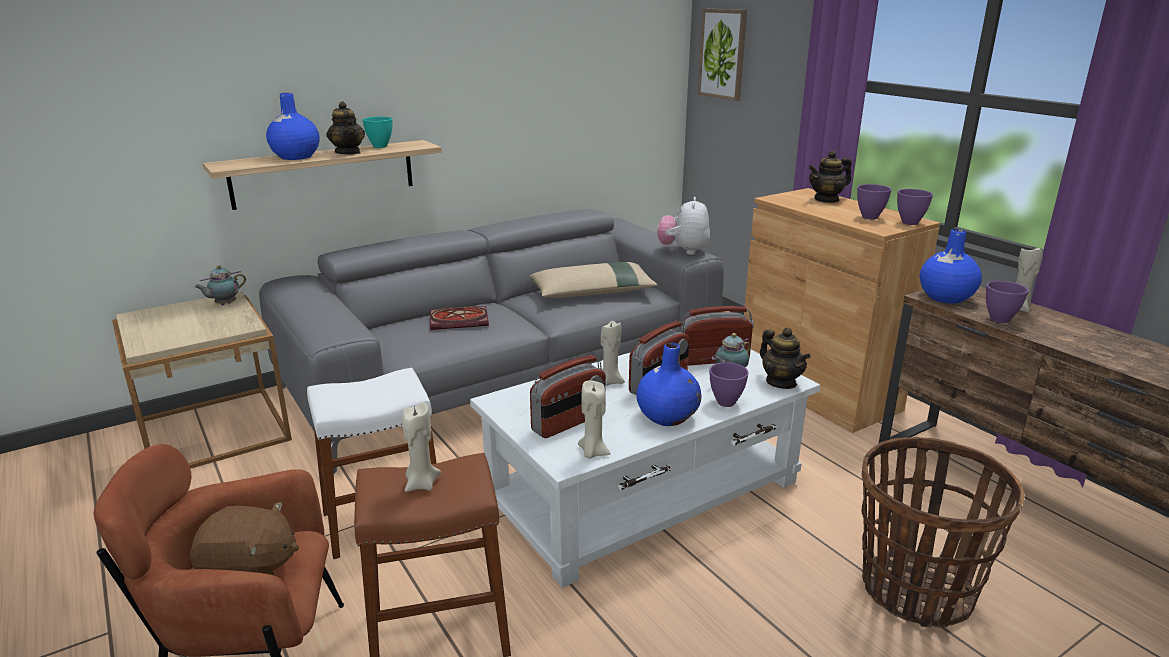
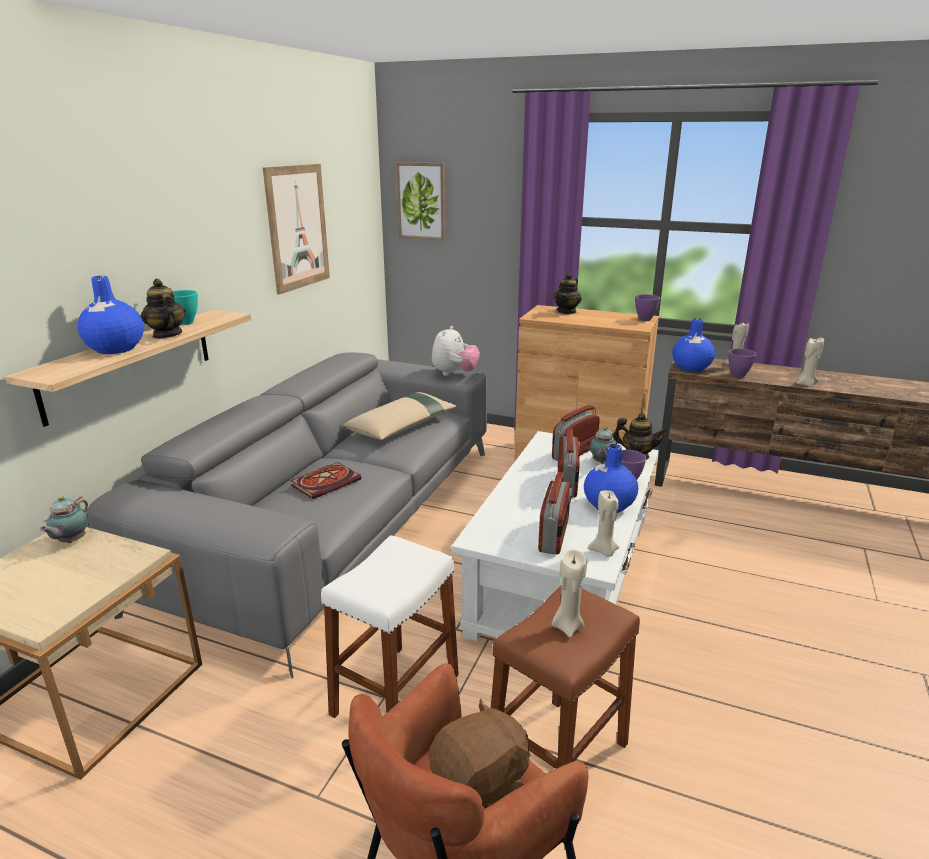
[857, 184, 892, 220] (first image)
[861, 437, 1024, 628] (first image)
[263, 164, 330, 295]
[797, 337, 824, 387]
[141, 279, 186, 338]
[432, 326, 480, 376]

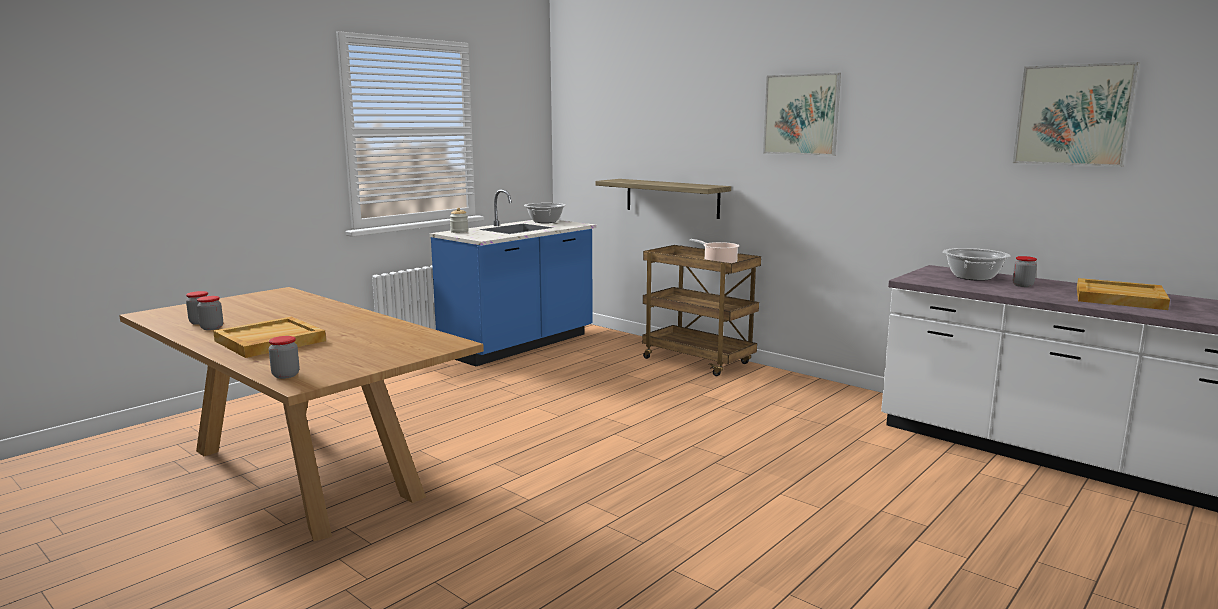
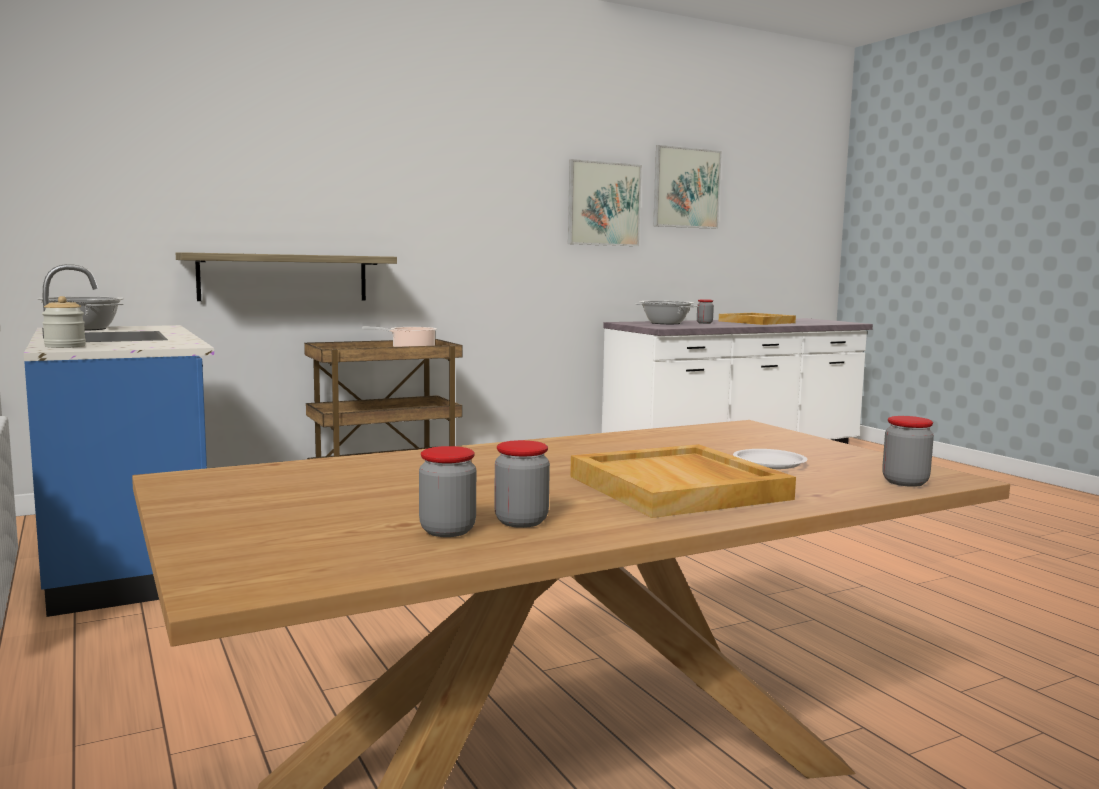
[733, 449, 807, 469]
[568, 159, 642, 246]

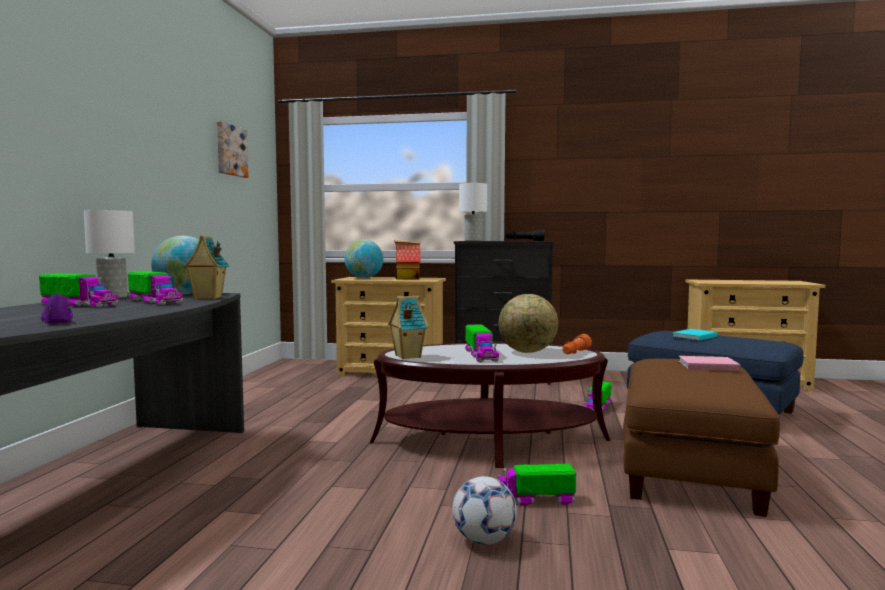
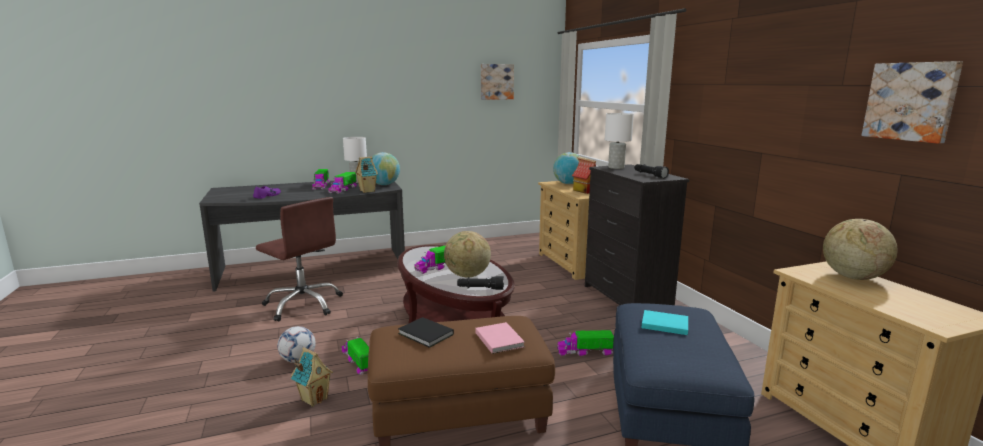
[256, 197, 343, 321]
[398, 317, 454, 348]
[823, 219, 897, 280]
[862, 61, 963, 144]
[291, 347, 333, 407]
[457, 276, 504, 290]

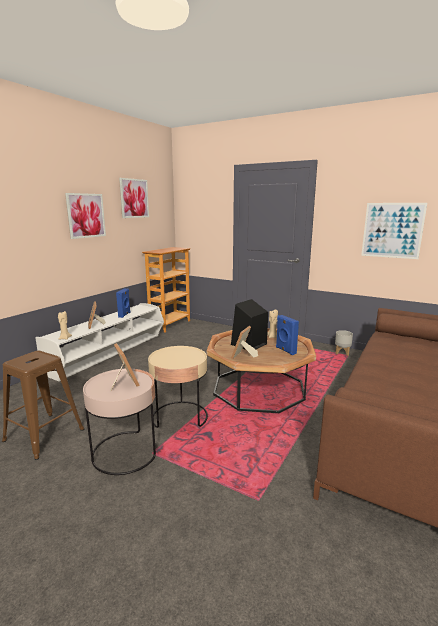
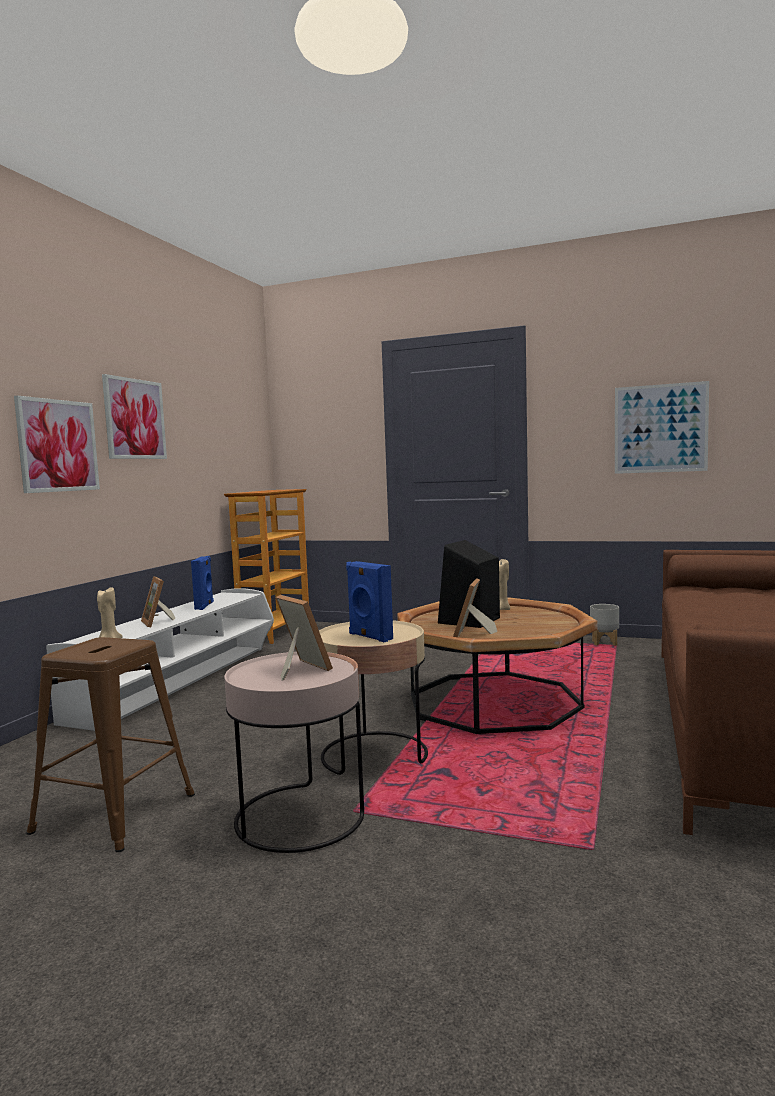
[14, 395, 100, 493]
[346, 561, 393, 642]

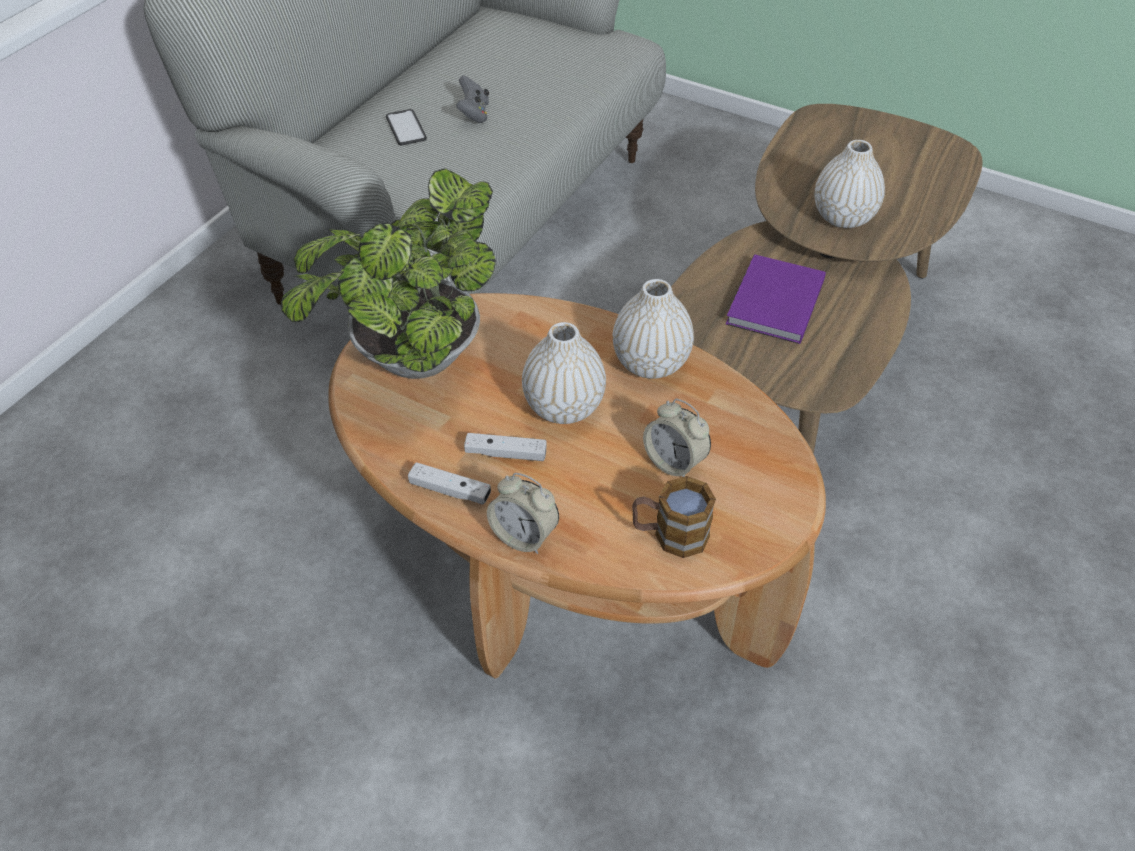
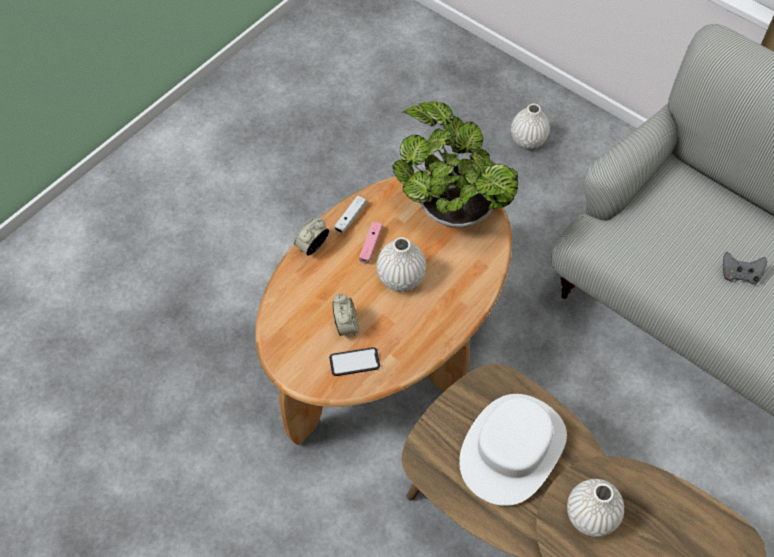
[632, 476, 716, 558] (first image)
[329, 347, 380, 376]
[511, 104, 550, 149]
[459, 394, 567, 506]
[359, 222, 382, 264]
[333, 294, 359, 336]

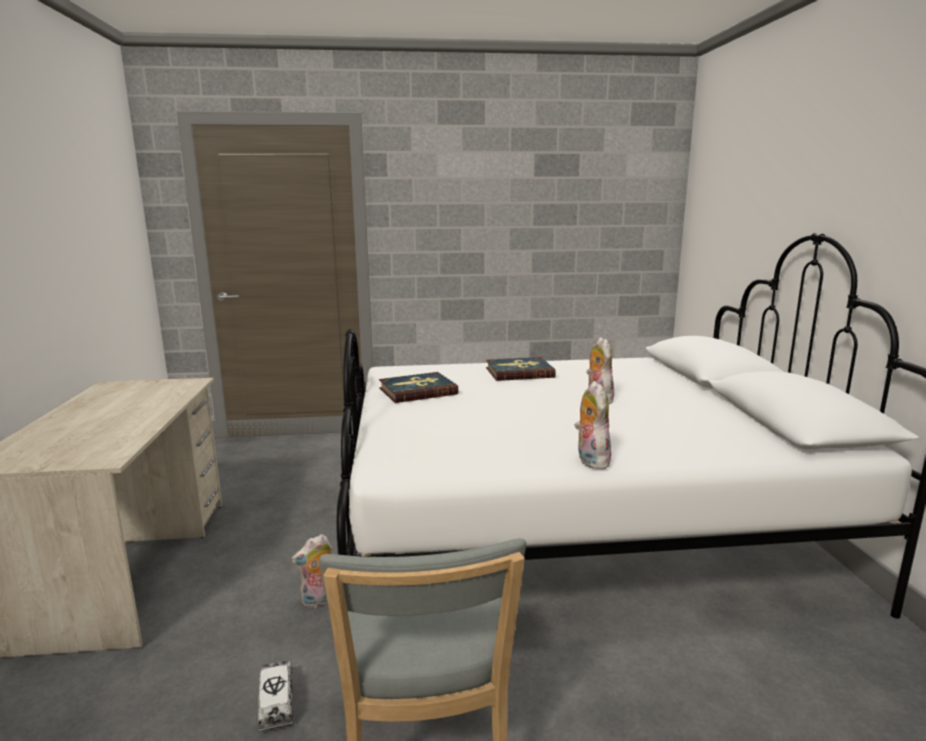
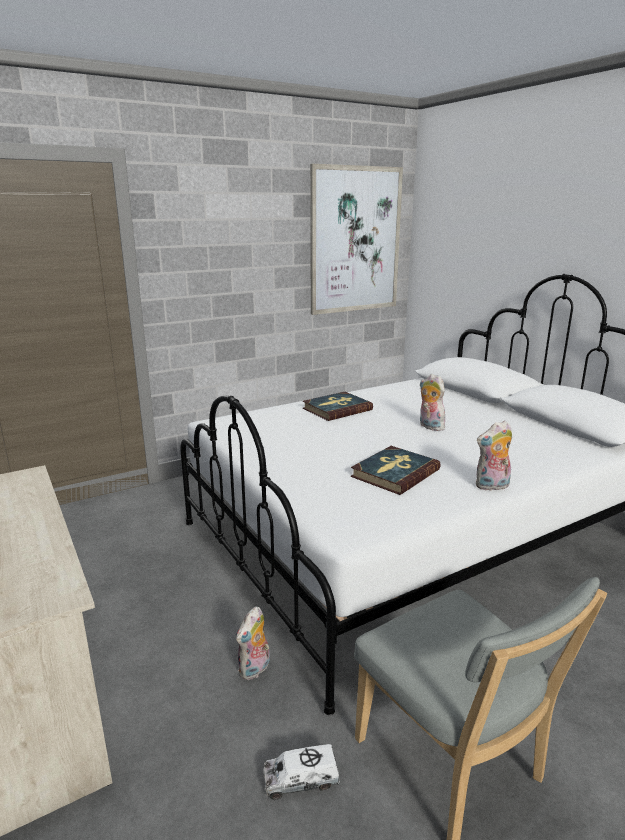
[310, 164, 403, 315]
[351, 446, 441, 495]
[263, 744, 340, 800]
[476, 420, 512, 491]

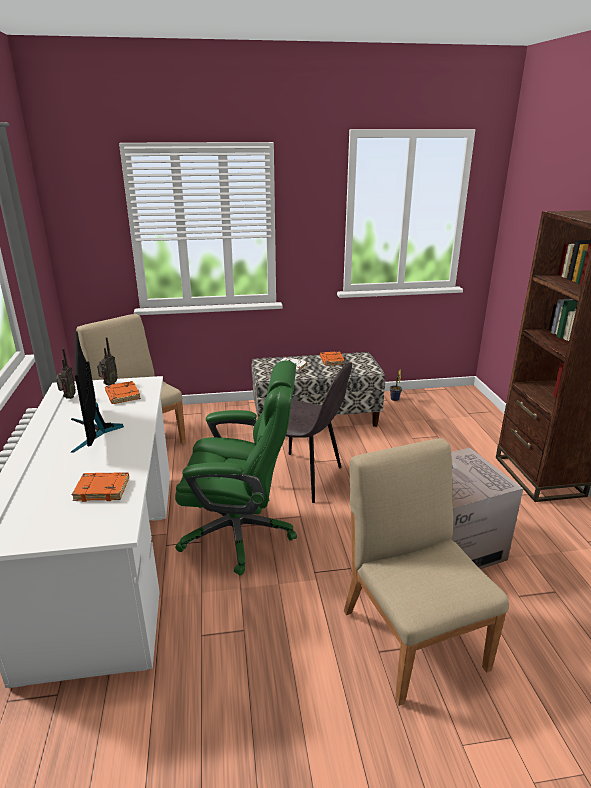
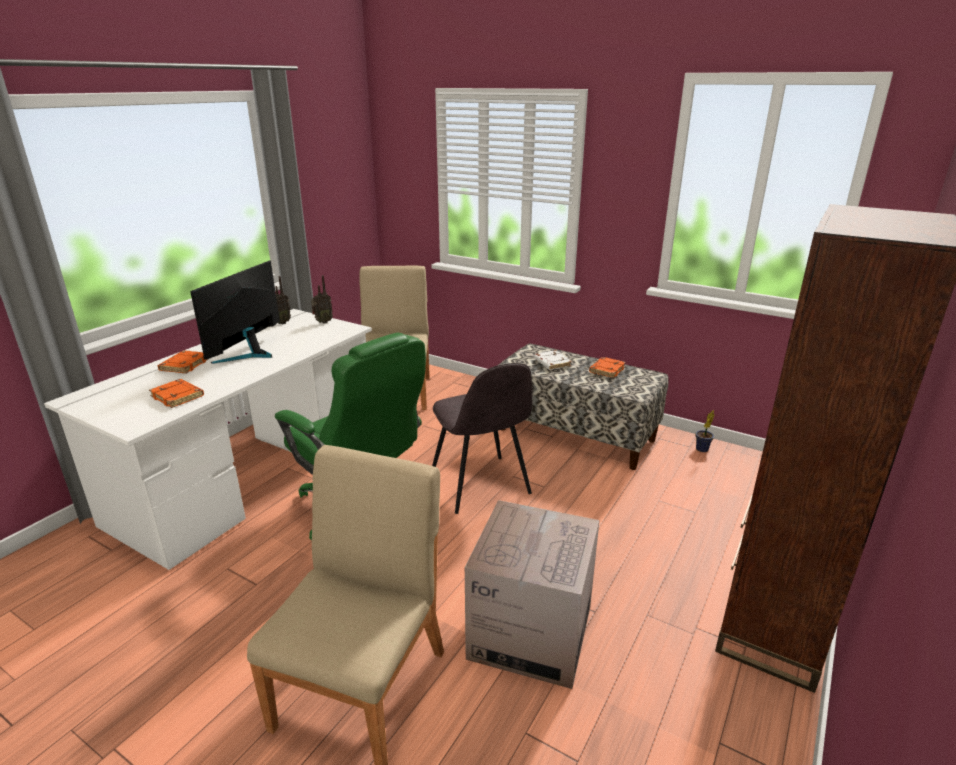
[158, 351, 208, 374]

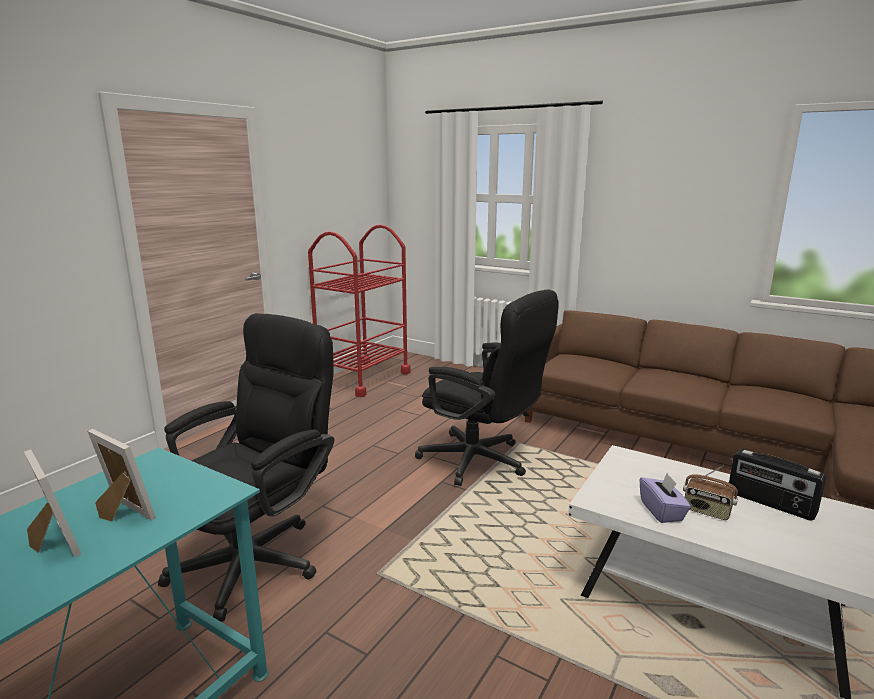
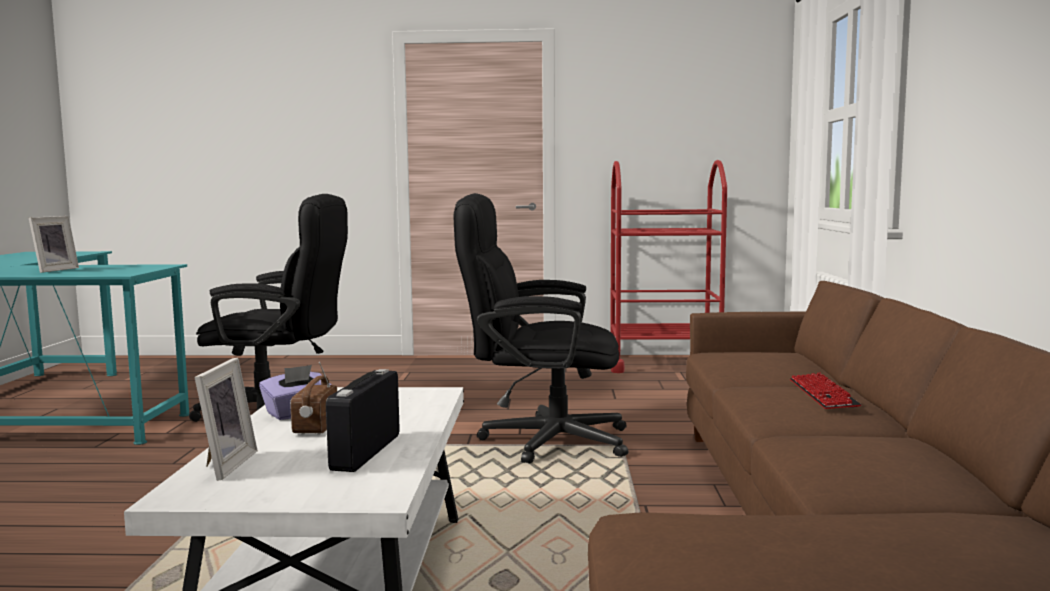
[790, 372, 862, 409]
[194, 358, 258, 481]
[454, 193, 628, 463]

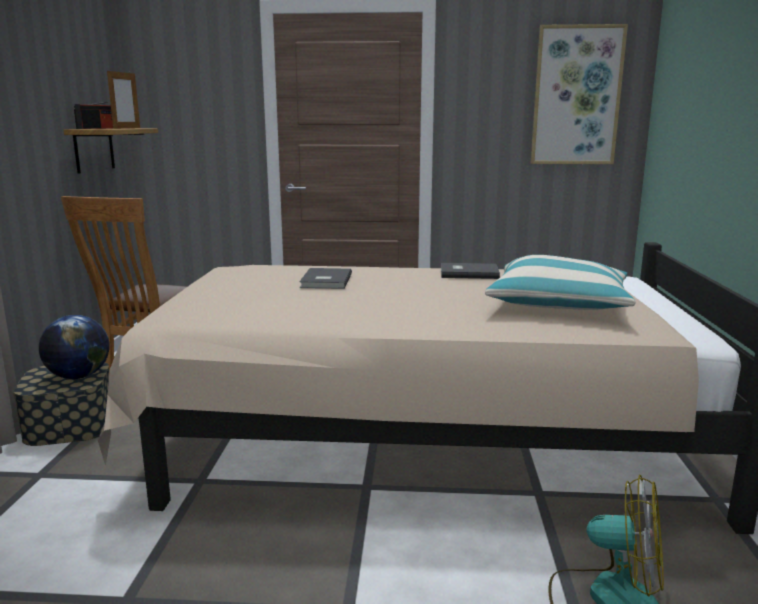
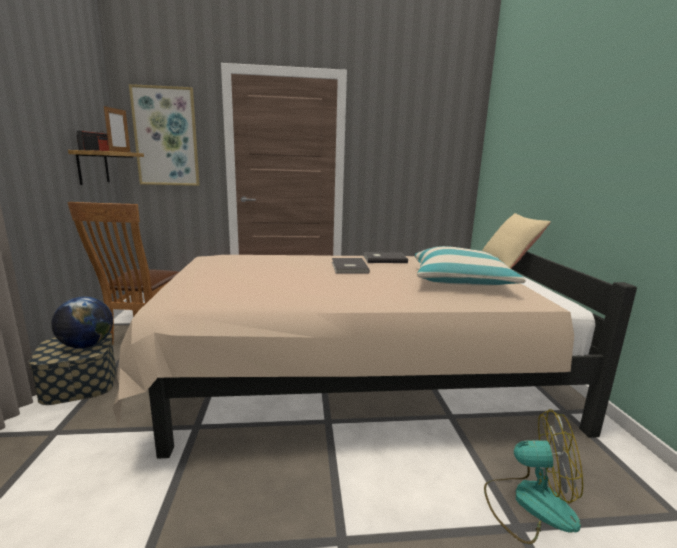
[482, 213, 551, 269]
[332, 258, 370, 274]
[129, 84, 200, 186]

